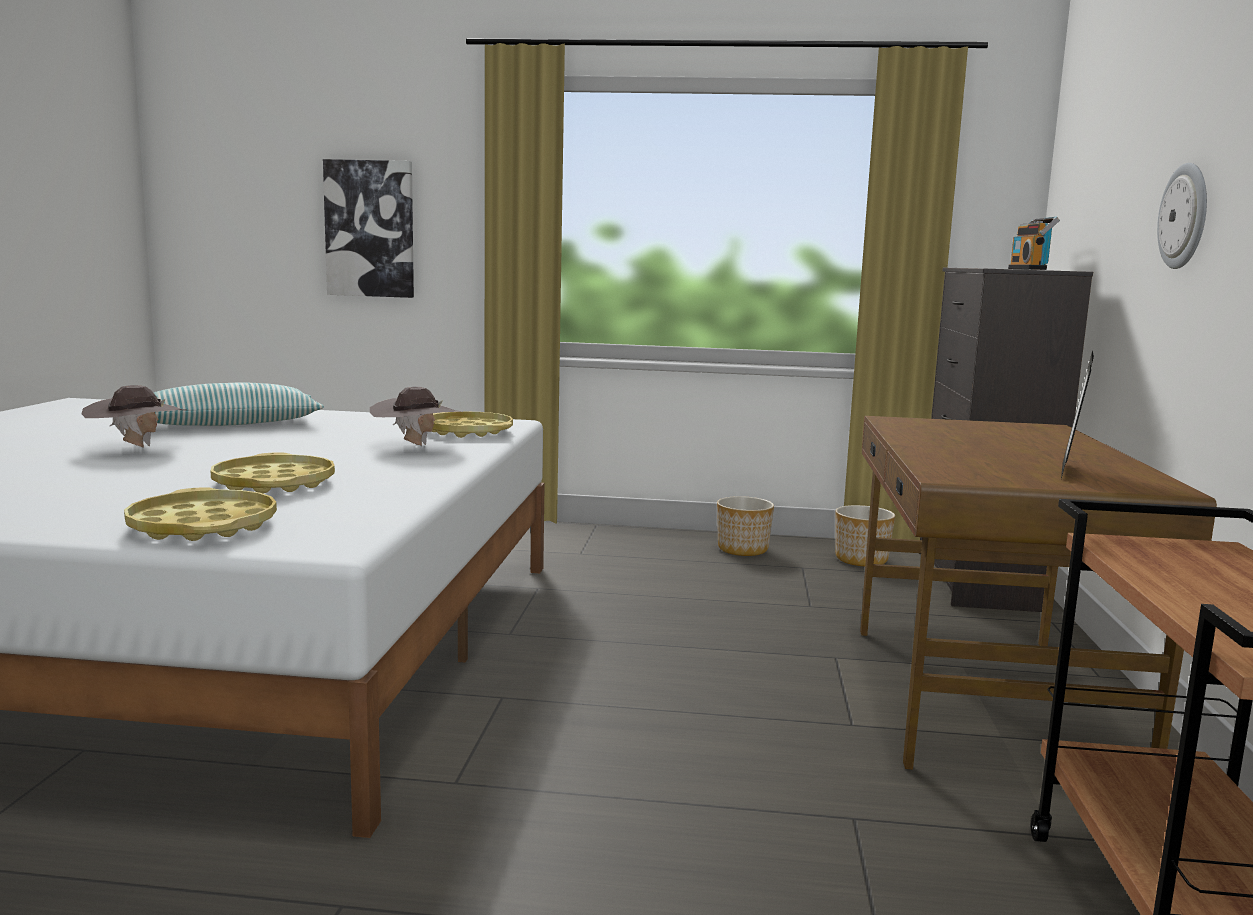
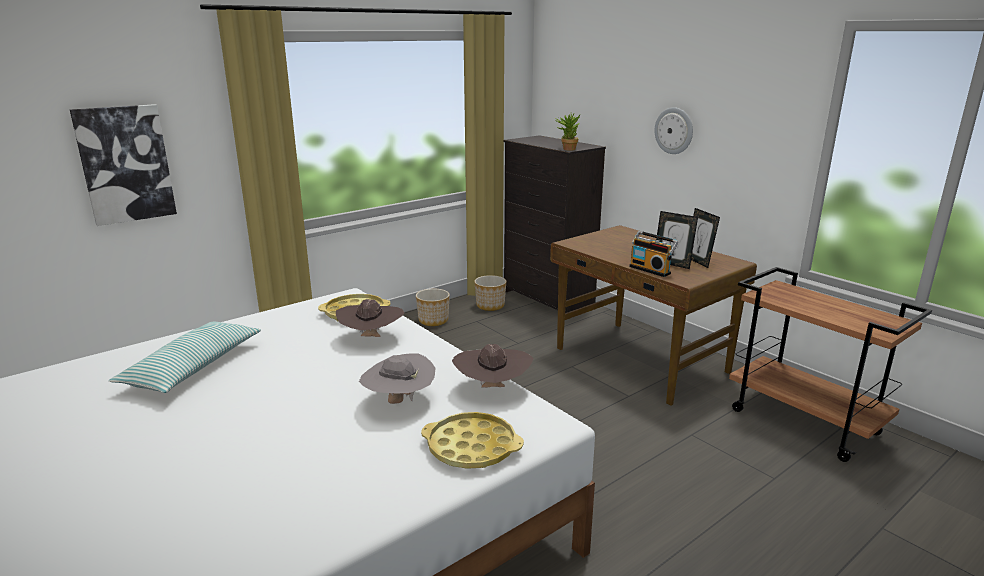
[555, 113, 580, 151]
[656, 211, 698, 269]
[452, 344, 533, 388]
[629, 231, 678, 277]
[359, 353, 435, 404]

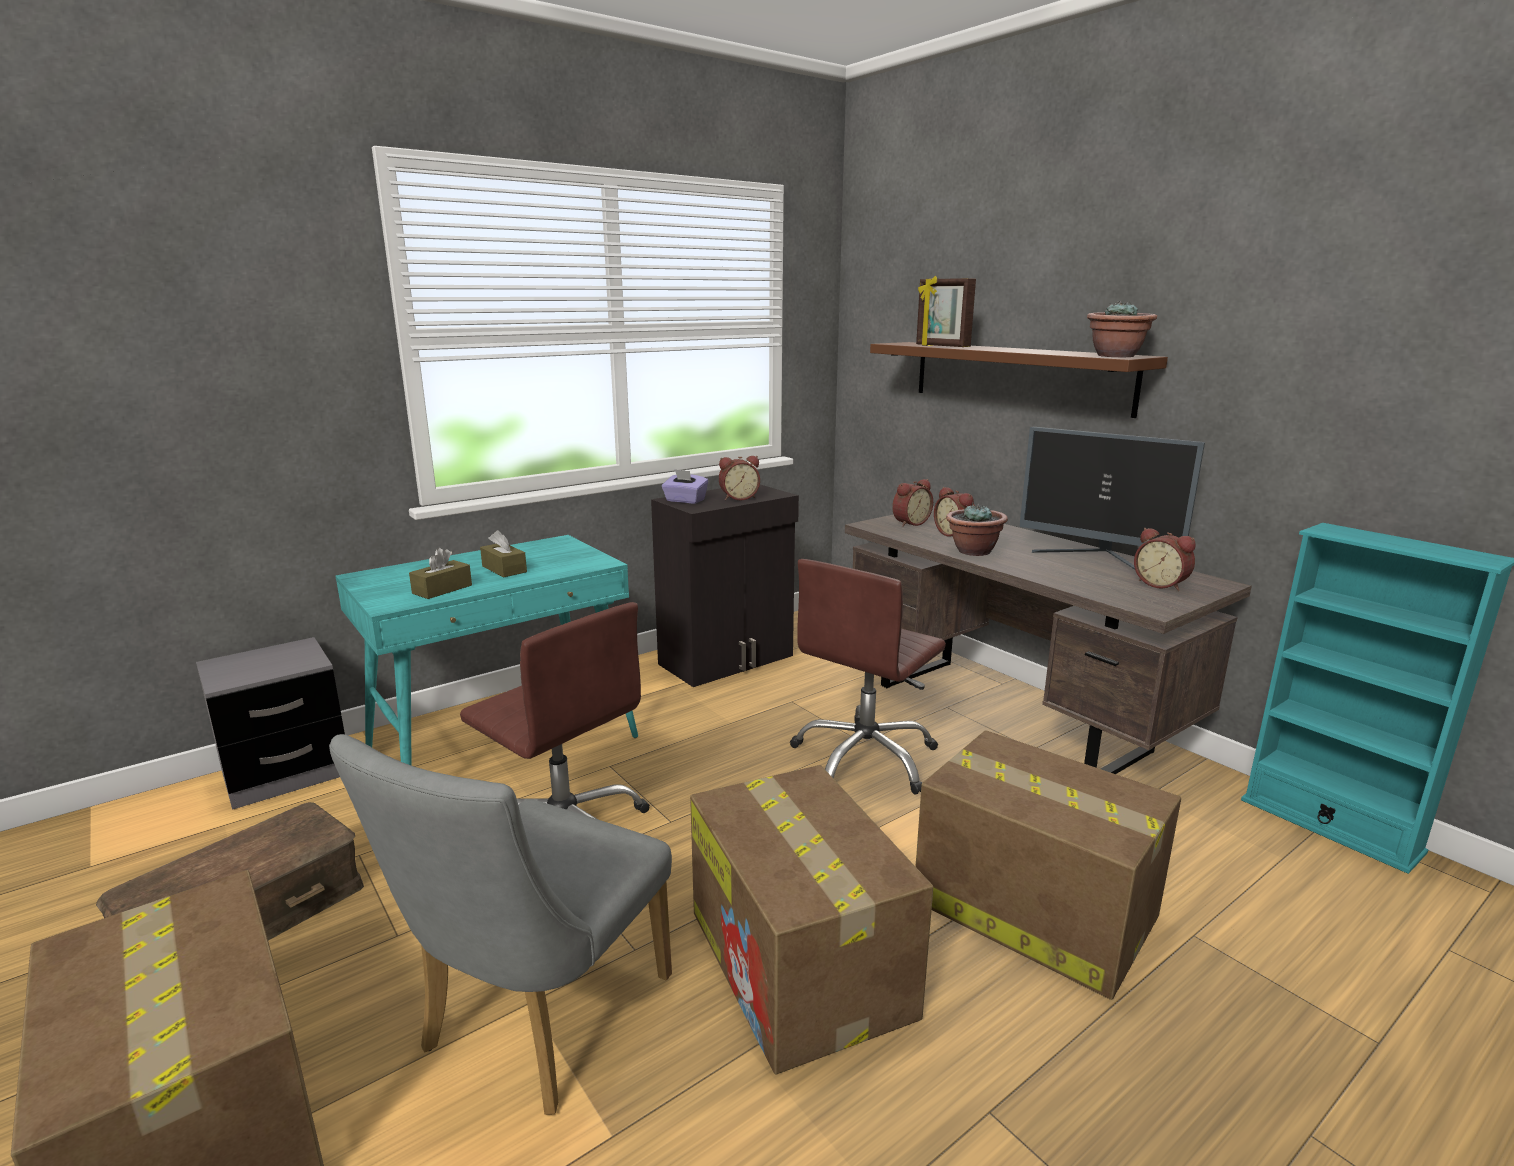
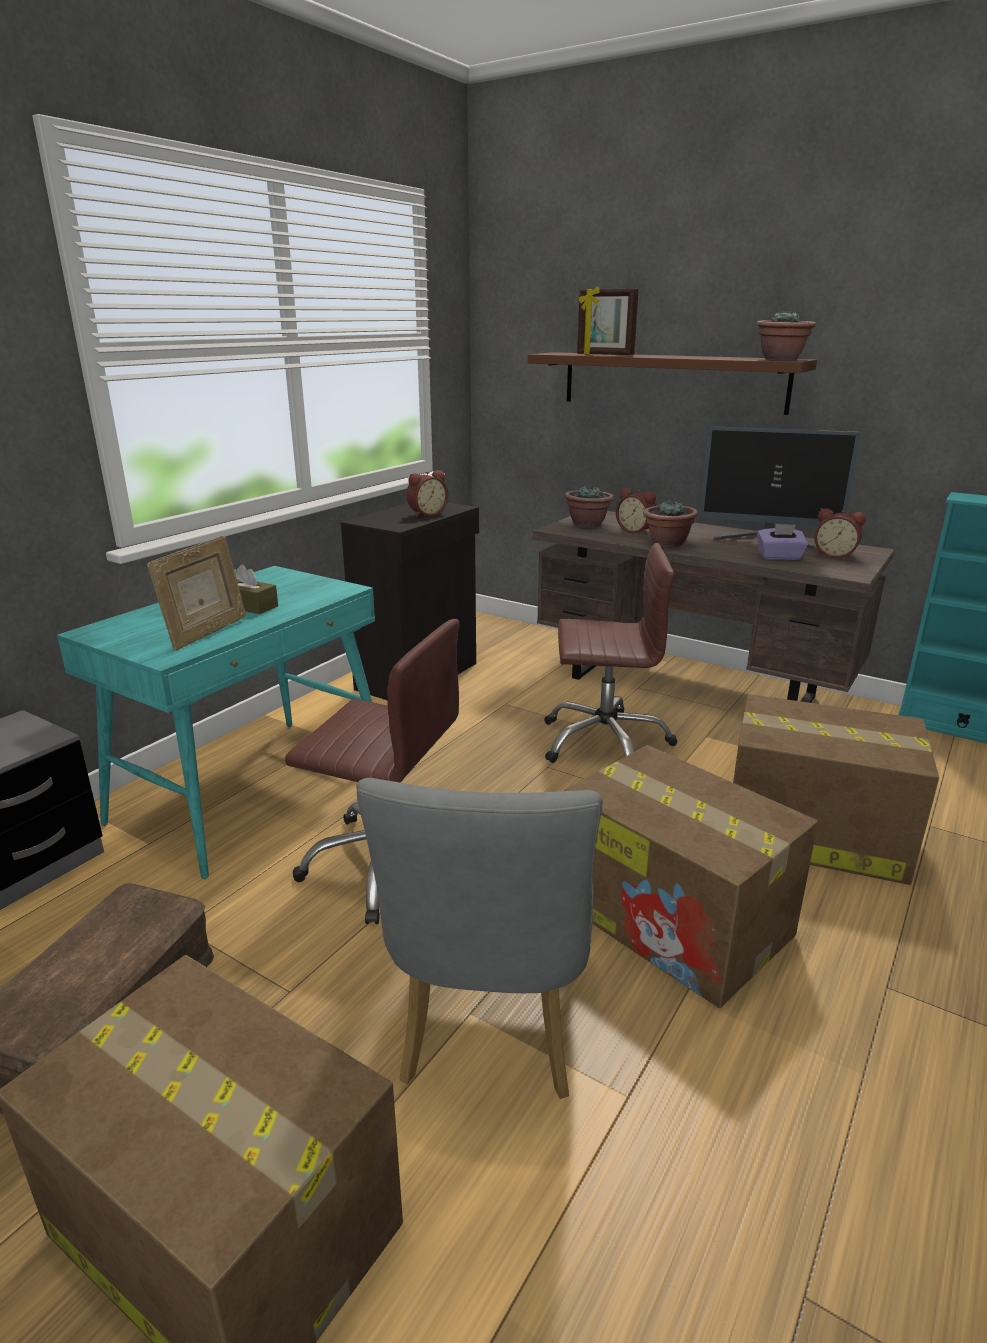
[757, 524, 808, 560]
[147, 536, 246, 650]
[564, 484, 614, 528]
[544, 543, 677, 763]

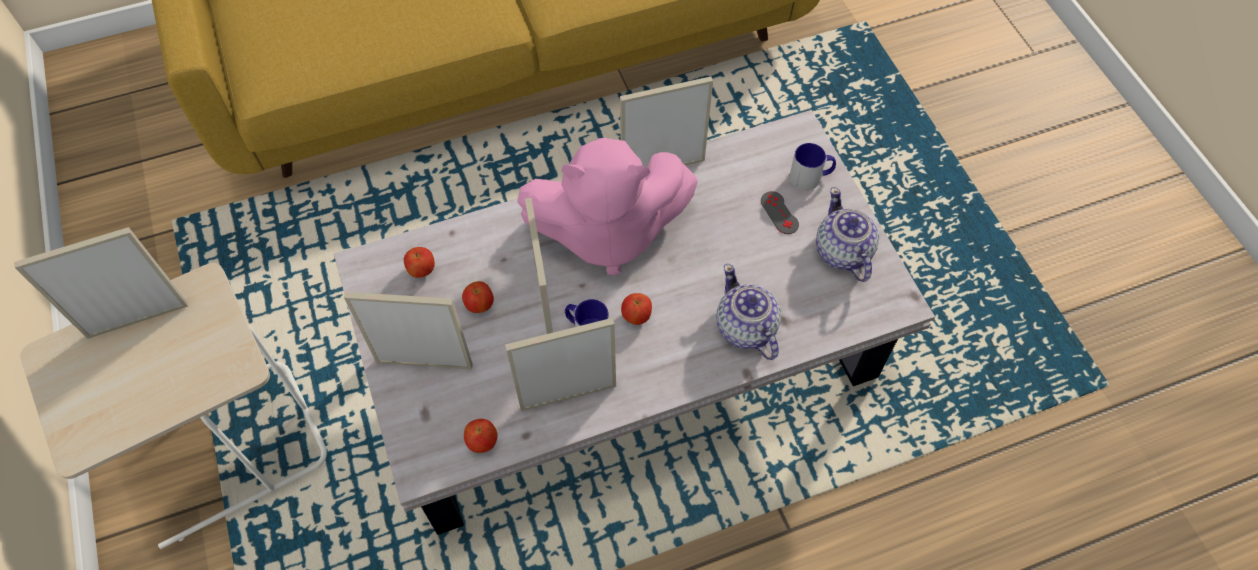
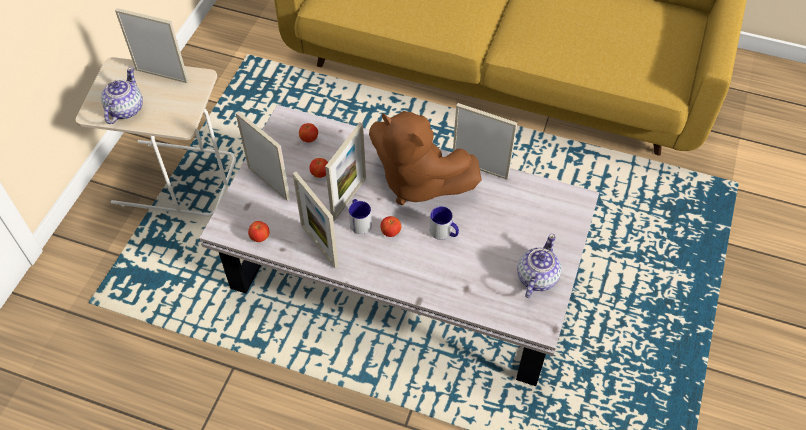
[761, 191, 799, 234] (first image)
[101, 67, 143, 124]
[430, 206, 459, 240]
[369, 111, 482, 205]
[292, 172, 339, 269]

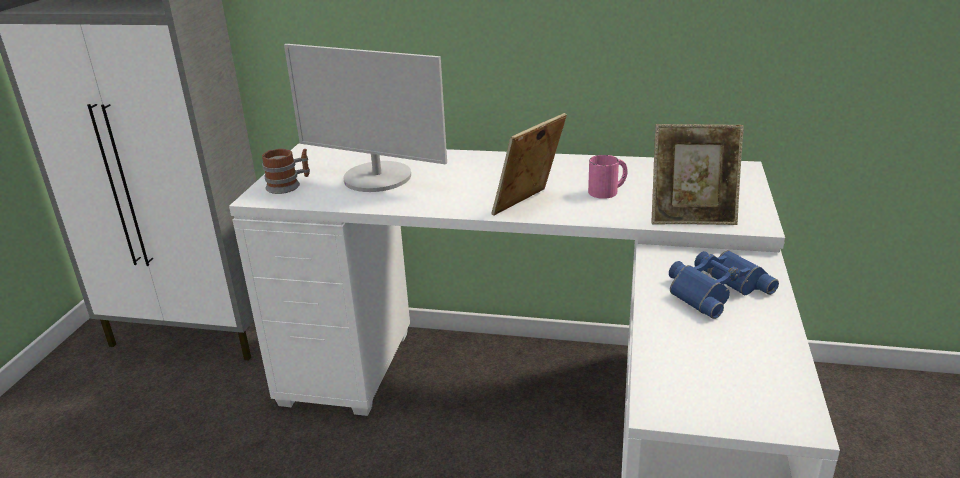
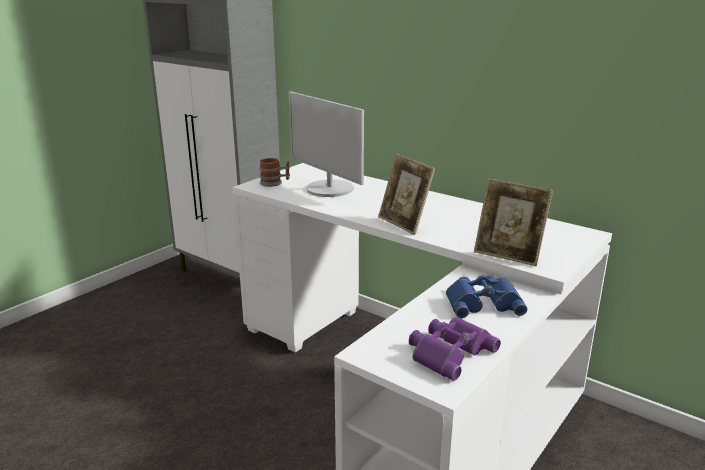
[588, 155, 628, 199] (first image)
[409, 316, 501, 381]
[378, 154, 435, 235]

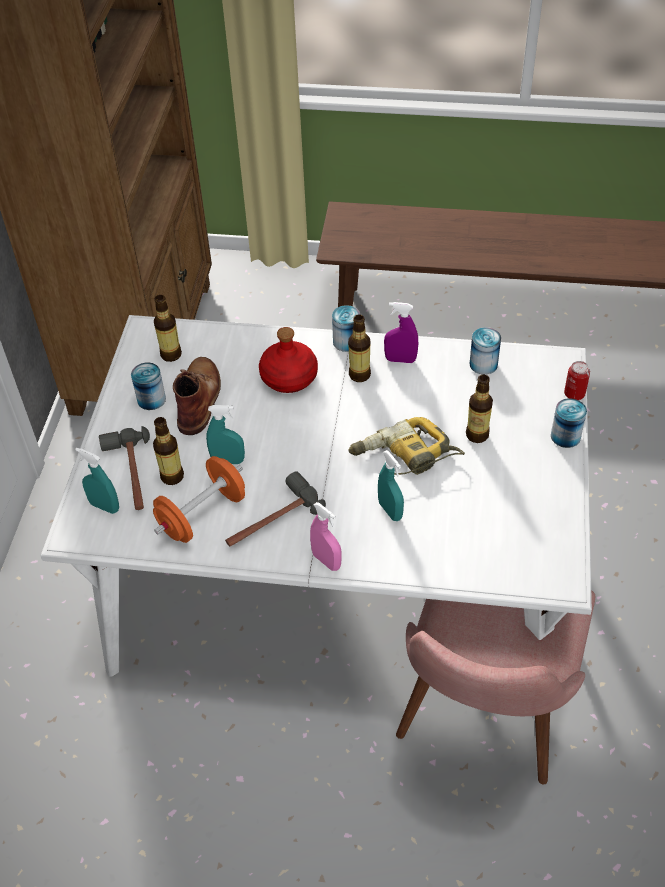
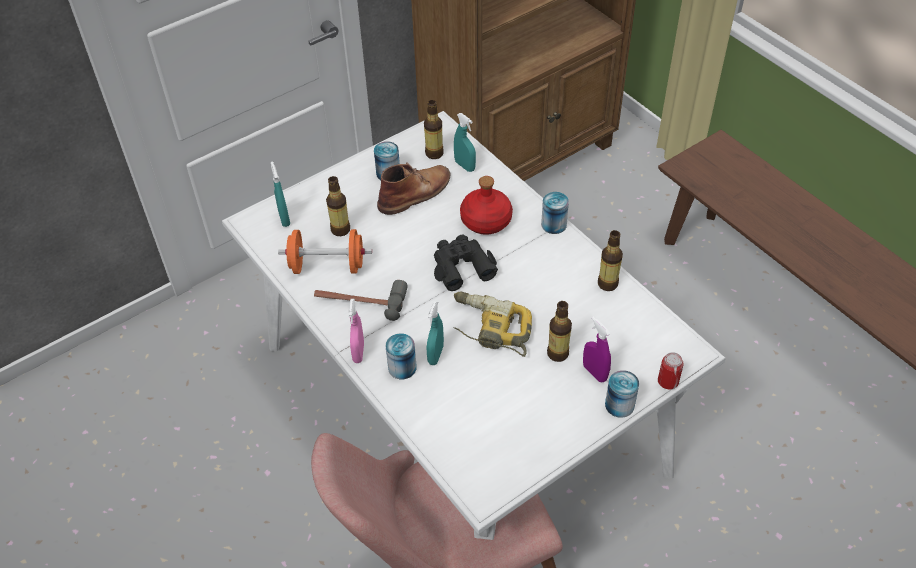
[99, 426, 150, 510] (first image)
[434, 235, 498, 291]
[454, 113, 476, 172]
[598, 230, 623, 291]
[583, 316, 611, 382]
[386, 333, 417, 379]

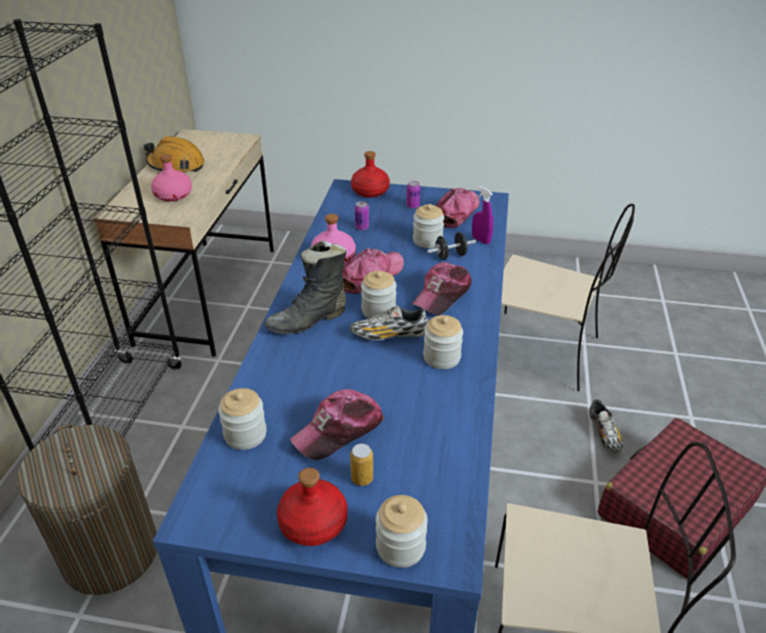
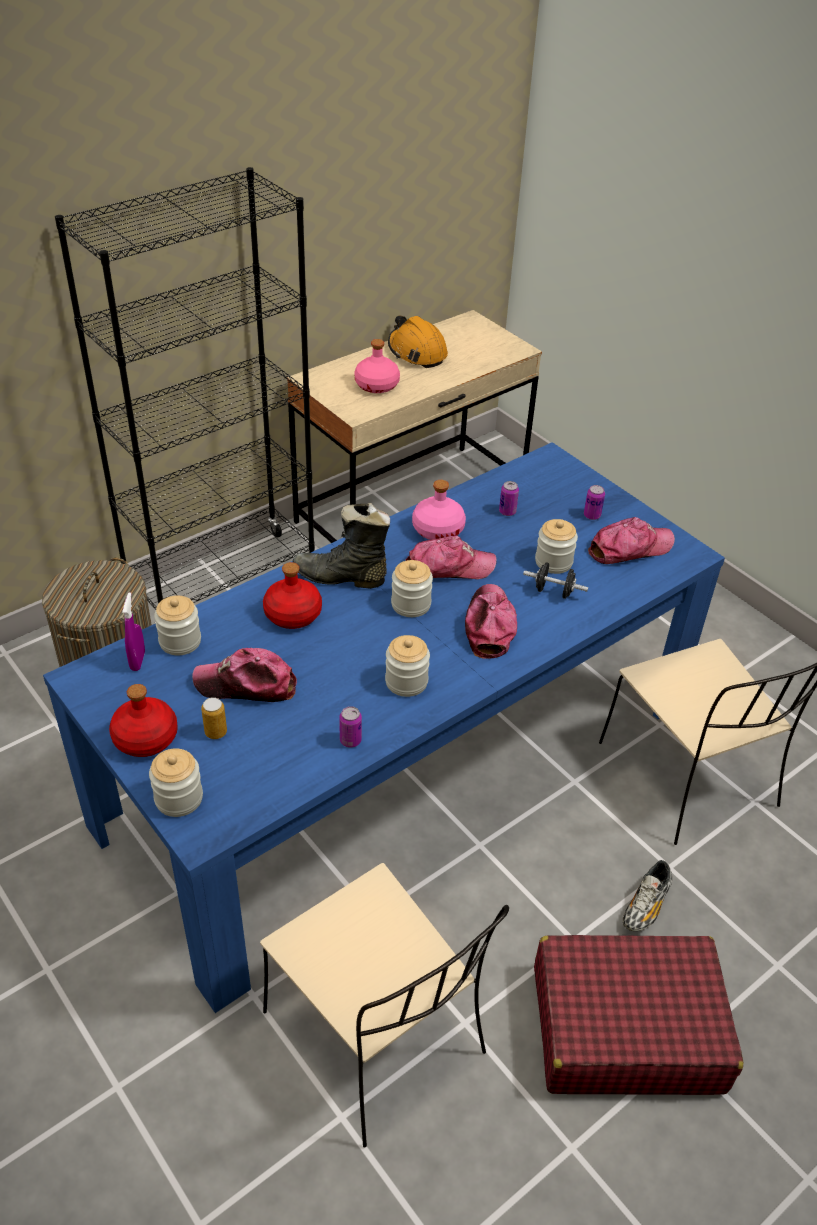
[350, 306, 428, 340] (first image)
[339, 706, 362, 748]
[263, 562, 322, 629]
[122, 593, 145, 671]
[465, 584, 517, 659]

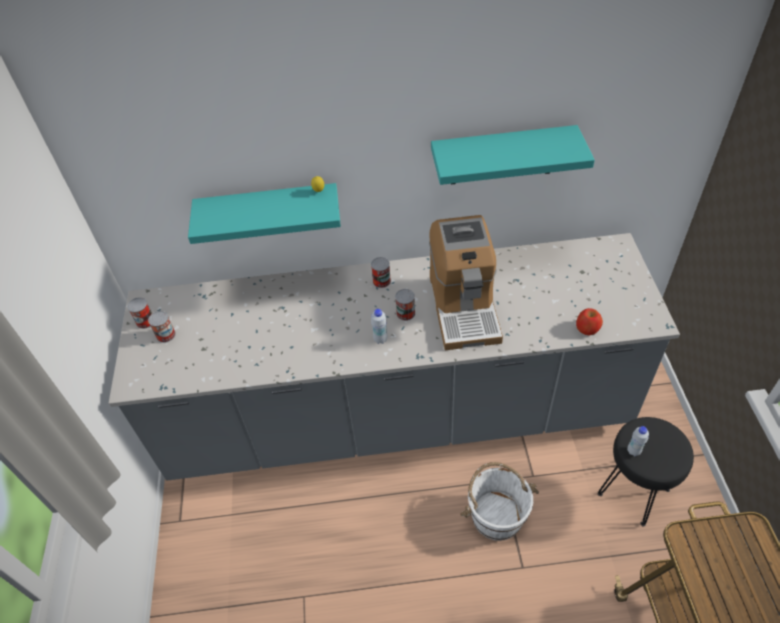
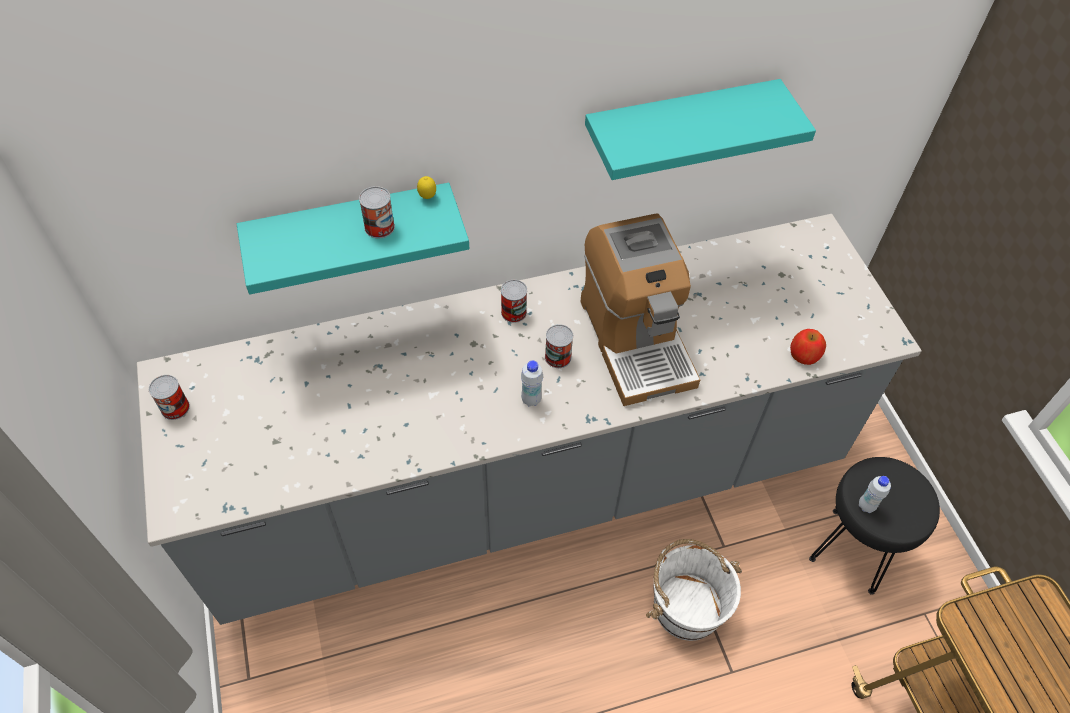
[359, 186, 395, 238]

